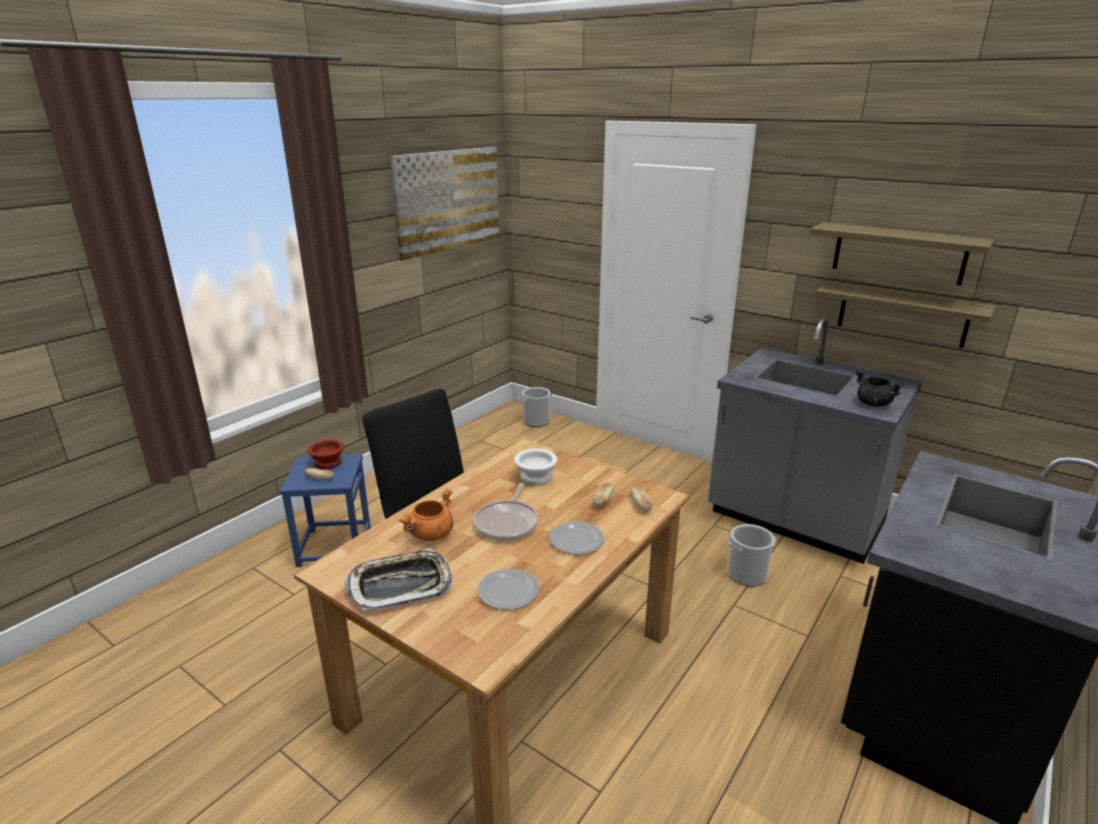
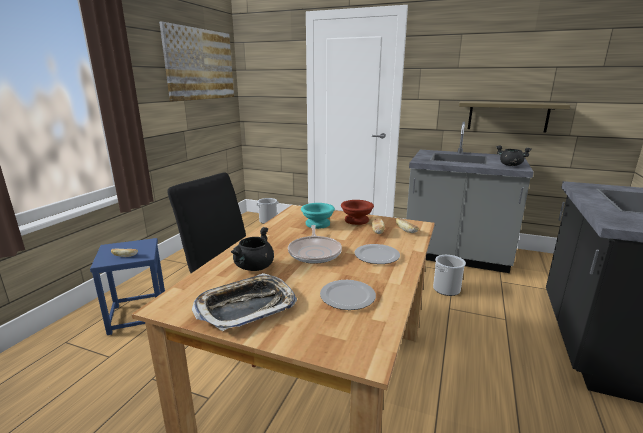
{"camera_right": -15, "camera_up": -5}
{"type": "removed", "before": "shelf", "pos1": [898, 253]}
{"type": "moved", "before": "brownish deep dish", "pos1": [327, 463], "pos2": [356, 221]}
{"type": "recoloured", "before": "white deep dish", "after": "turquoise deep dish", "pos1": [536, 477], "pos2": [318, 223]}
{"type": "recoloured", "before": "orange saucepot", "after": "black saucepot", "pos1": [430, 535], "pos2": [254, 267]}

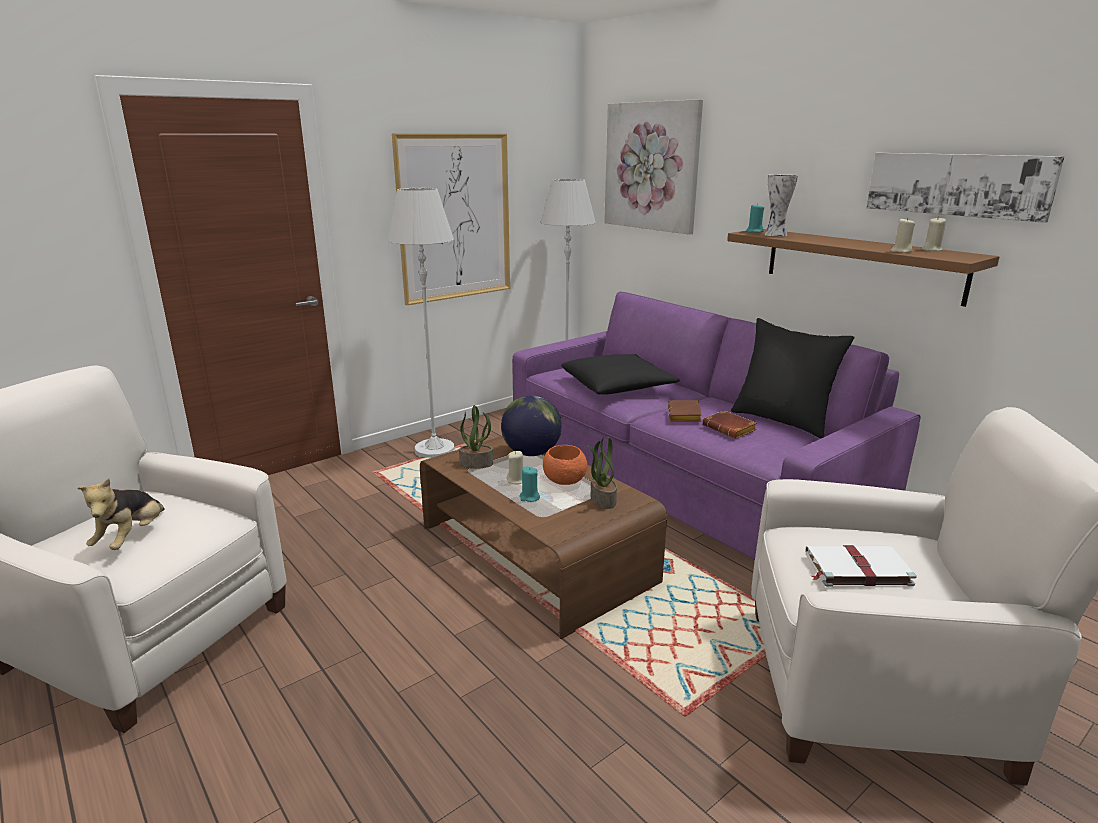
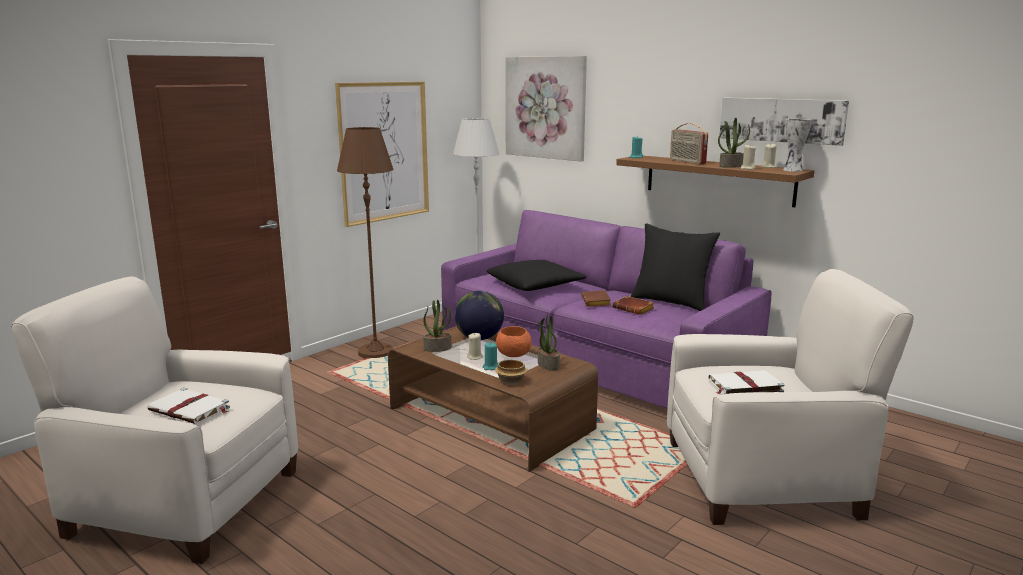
{"camera_right": -10, "camera_up": -5}
{"type": "moved", "before": "flower vase", "pos1": [776, 235], "pos2": [793, 170]}
{"type": "recoloured", "before": "white standing lamp", "after": "brownish standing lamp", "pos1": [434, 450], "pos2": [375, 352]}
{"type": "replaced", "before": "plush toy", "after": "white volume", "pos1": [132, 538], "pos2": [190, 409]}
{"type": "added", "after": "potted plant", "pos2": [730, 166]}
{"type": "added", "after": "radio set", "pos2": [686, 162]}
{"type": "added", "after": "deep dish", "pos2": [510, 381]}

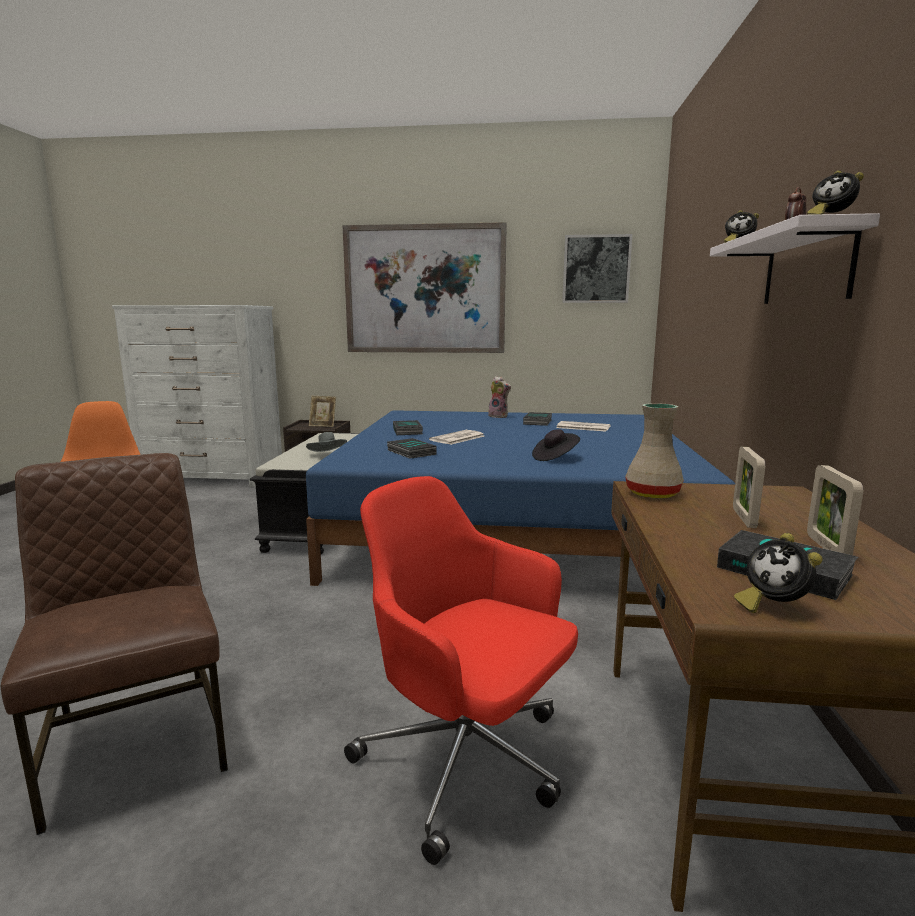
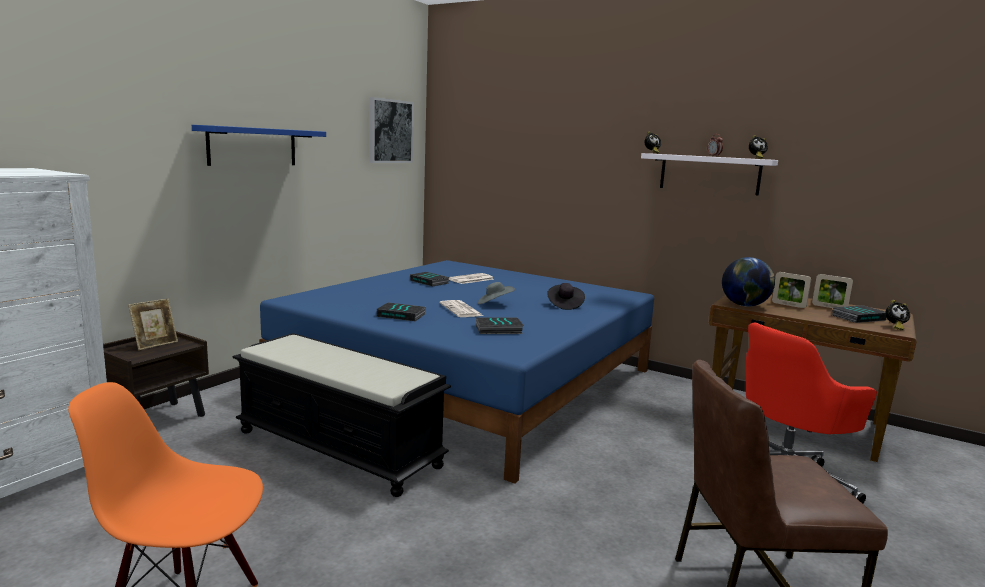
{"camera_right": -65, "camera_up": 0}
{"type": "replaced", "before": "wall art", "after": "blue shelf", "pos1": [425, 290], "pos2": [252, 146]}
{"type": "removed", "before": "plush toy", "pos1": [499, 416]}
{"type": "replaced", "before": "beige flower vase", "after": "globe", "pos1": [654, 494], "pos2": [745, 305]}
{"type": "moved", "before": "grey hat", "pos1": [328, 455], "pos2": [494, 304]}

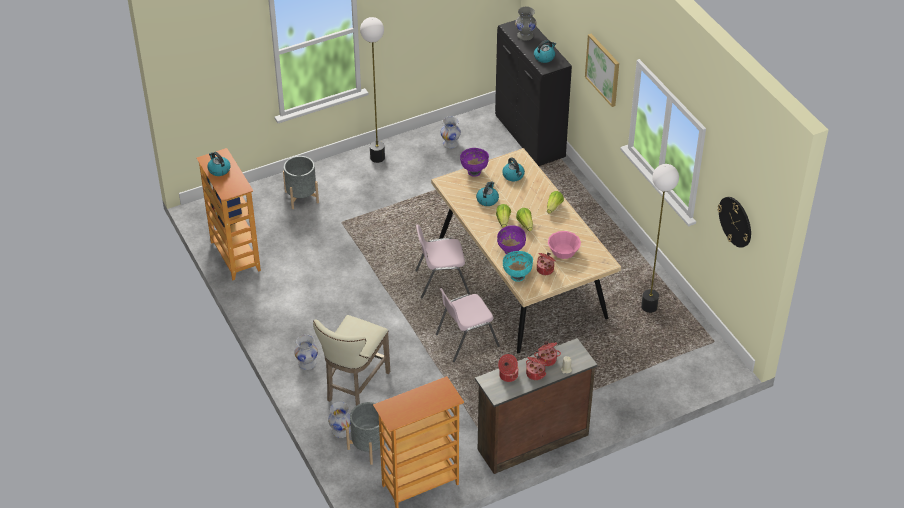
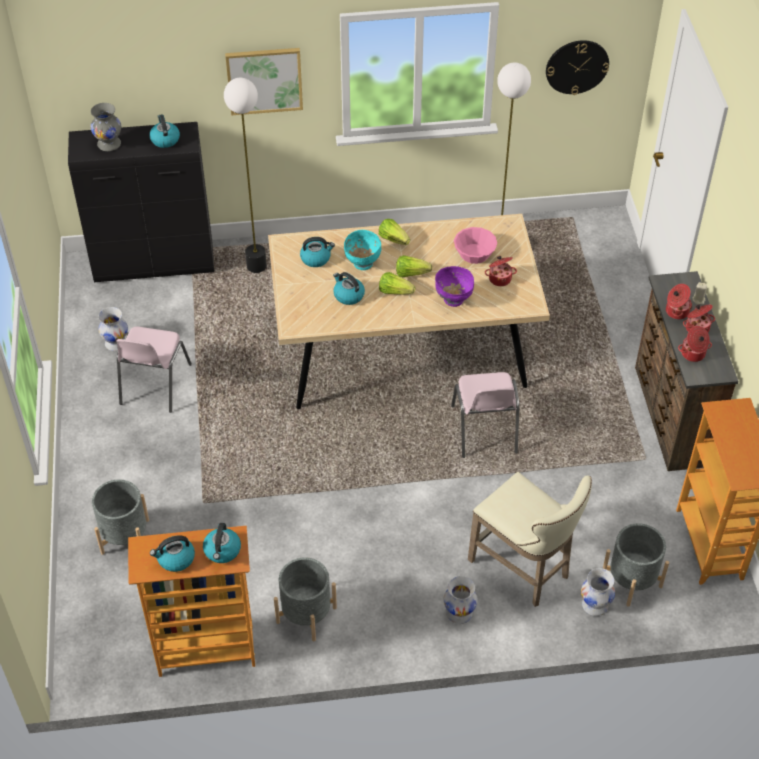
{"camera_right": -70, "camera_up": 5}
{"type": "moved", "before": "standing lamp", "pos1": [377, 158], "pos2": [257, 266]}
{"type": "removed", "before": "purplish deep dish", "pos1": [474, 171]}
{"type": "moved", "before": "pinkish plain chair", "pos1": [441, 281], "pos2": [154, 385]}
{"type": "moved", "before": "turquoise deep dish", "pos1": [517, 276], "pos2": [362, 263]}
{"type": "added", "after": "water kettle", "pos2": [222, 551]}
{"type": "added", "after": "grey plant pot", "pos2": [306, 615]}

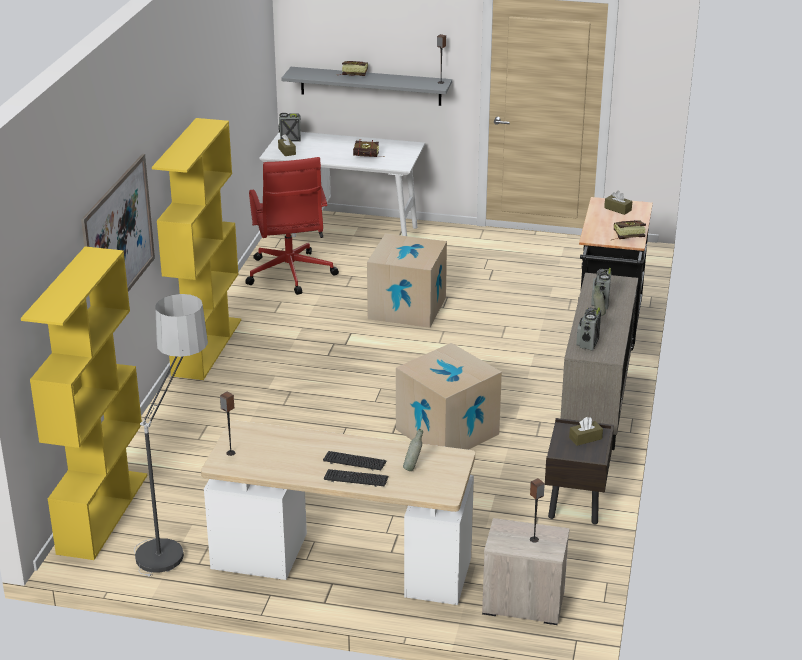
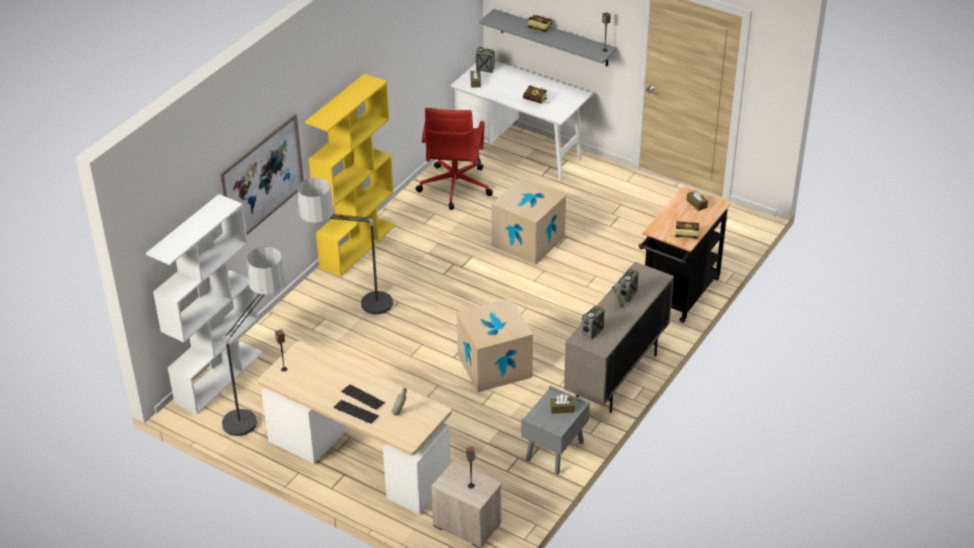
{"camera_right": 20, "camera_up": 10}
{"type": "recoloured", "before": "yellow-coloured bookshelf", "after": "white bookshelf", "pos1": [102, 513], "pos2": [219, 377]}
{"type": "recoloured", "before": "brownish bedside table", "after": "grey bedside table", "pos1": [576, 502], "pos2": [554, 452]}
{"type": "added", "after": "standing lamp", "pos2": [353, 313]}

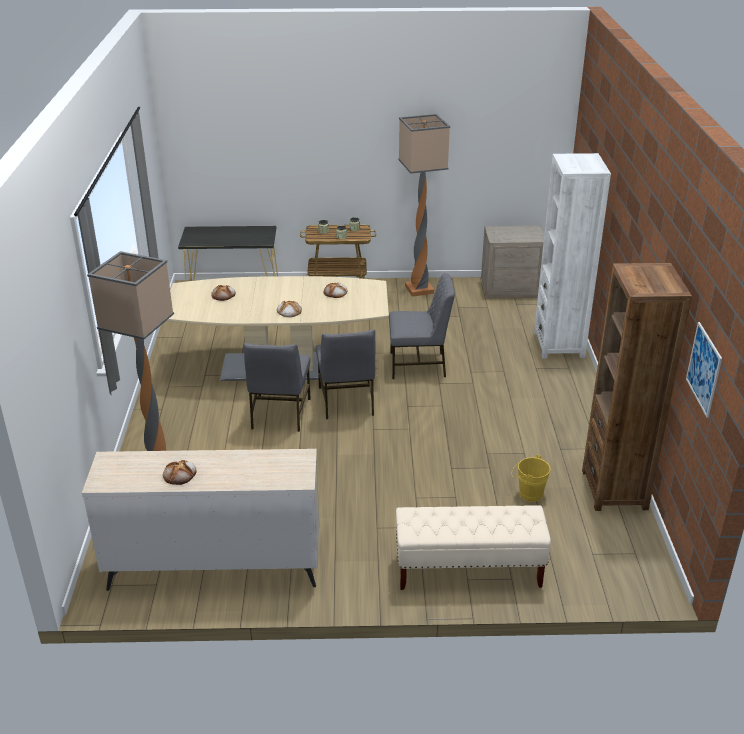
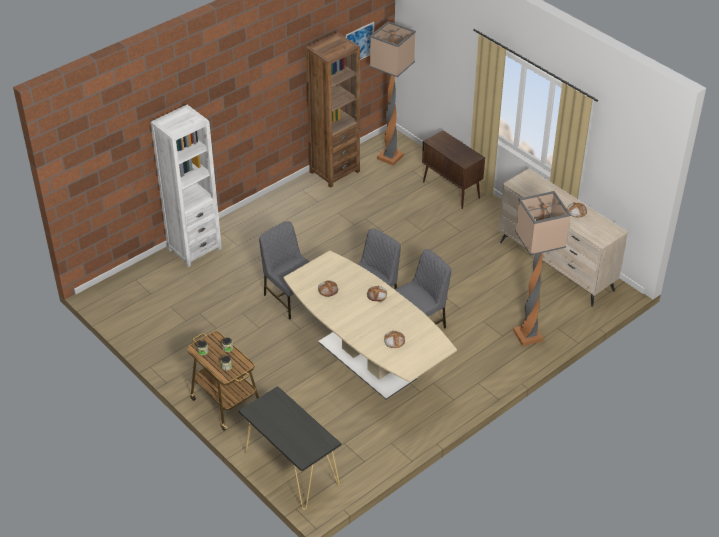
{"camera_right": -130, "camera_up": 10}
{"type": "moved", "before": "standing lamp", "pos1": [418, 289], "pos2": [390, 158]}
{"type": "removed", "before": "beige bedside table", "pos1": [510, 289]}
{"type": "removed", "before": "yellow-coloured bucket", "pos1": [528, 493]}
{"type": "replaced", "before": "beige bench", "after": "brownish cupboard", "pos1": [468, 570], "pos2": [451, 190]}

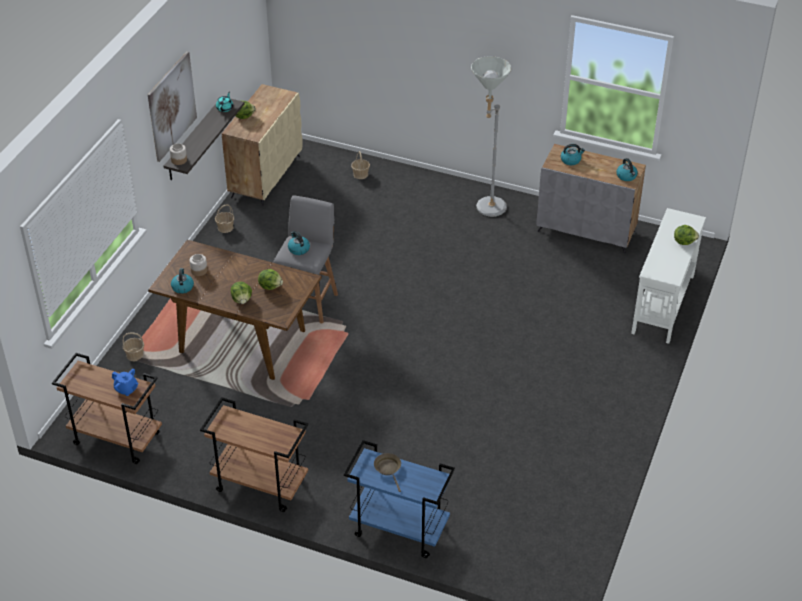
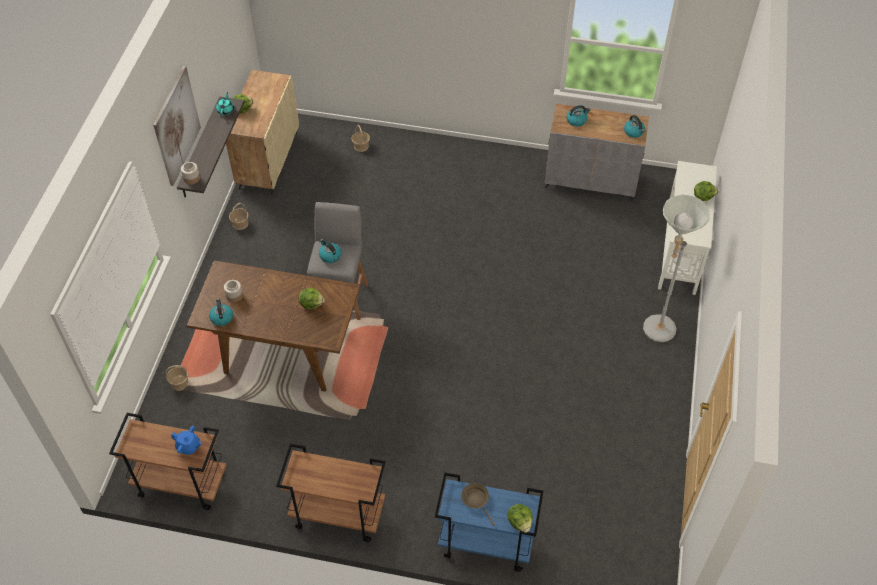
{"camera_right": -10, "camera_up": 10}
{"type": "moved", "before": "grey standing lamp", "pos1": [485, 209], "pos2": [654, 333]}
{"type": "moved", "before": "head of lettuce", "pos1": [242, 300], "pos2": [520, 522]}

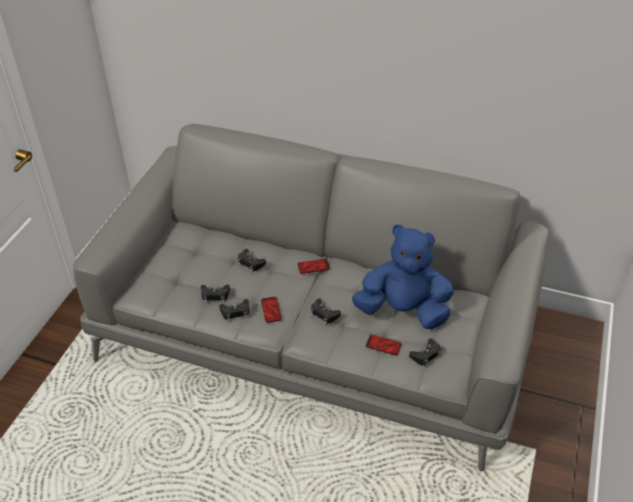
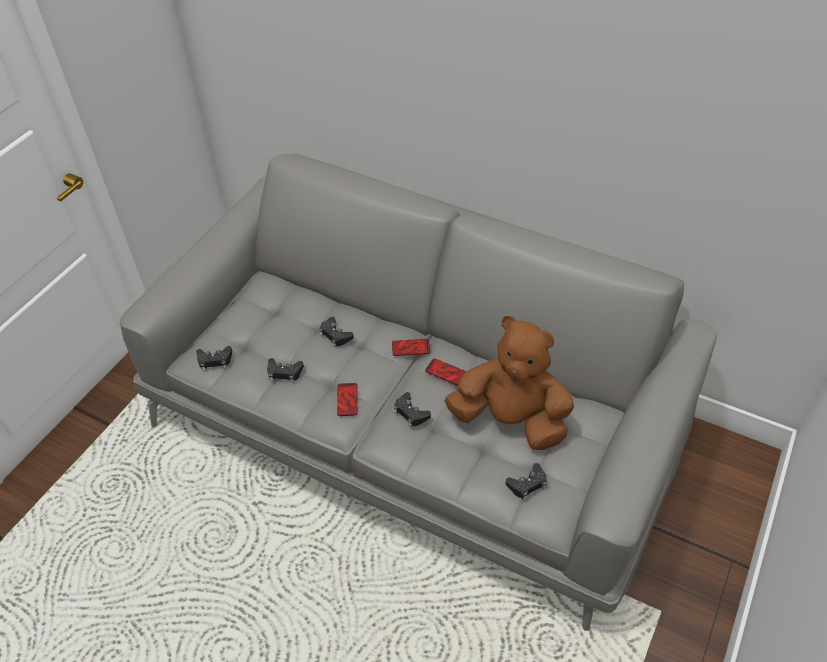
{"camera_right": 10, "camera_up": 5}
{"type": "recoloured", "before": "blue plush toy", "after": "brownish plush toy", "pos1": [403, 311], "pos2": [510, 420]}
{"type": "moved", "before": "black game controller", "pos1": [235, 312], "pos2": [215, 360]}
{"type": "moved", "before": "phone", "pos1": [383, 345], "pos2": [445, 372]}

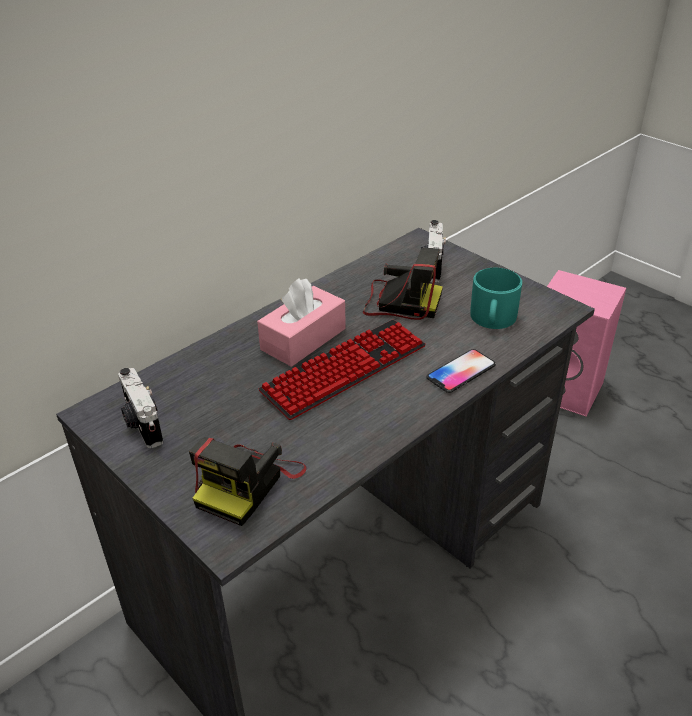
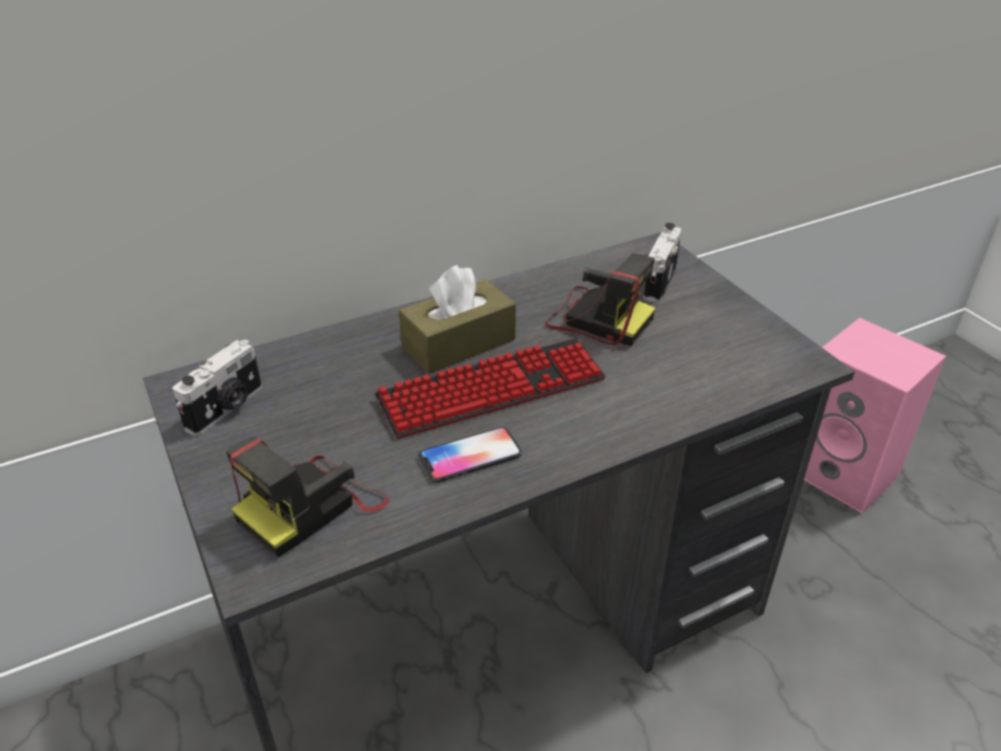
{"camera_right": 15, "camera_up": 0}
{"type": "removed", "before": "turquoise mug", "pos1": [492, 319]}
{"type": "recoloured", "before": "pinkish tissue box", "after": "brownish tissue box", "pos1": [303, 339], "pos2": [459, 343]}
{"type": "moved", "before": "phone", "pos1": [461, 372], "pos2": [470, 456]}
{"type": "turned", "before": "photo camera", "pos1": [142, 424], "pos2": [227, 408], "turn": -135}

